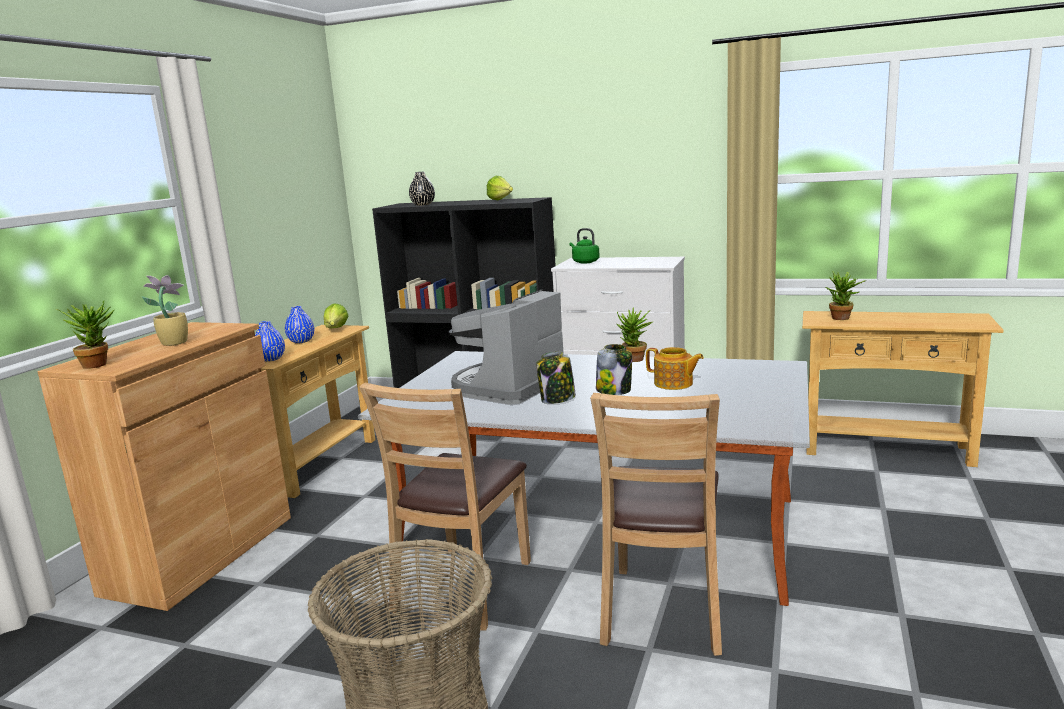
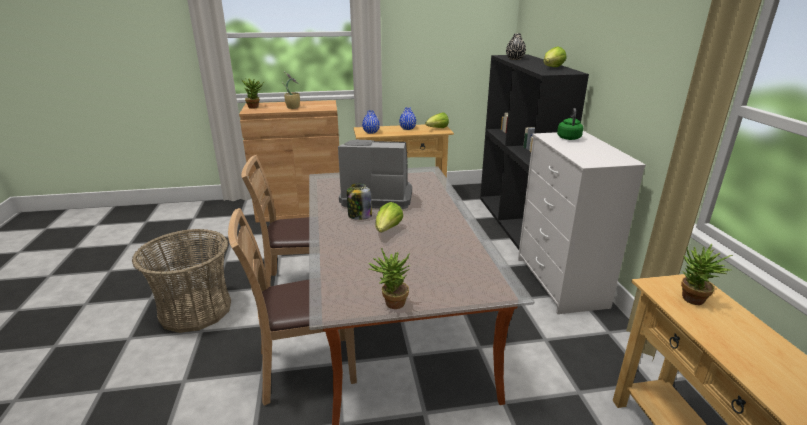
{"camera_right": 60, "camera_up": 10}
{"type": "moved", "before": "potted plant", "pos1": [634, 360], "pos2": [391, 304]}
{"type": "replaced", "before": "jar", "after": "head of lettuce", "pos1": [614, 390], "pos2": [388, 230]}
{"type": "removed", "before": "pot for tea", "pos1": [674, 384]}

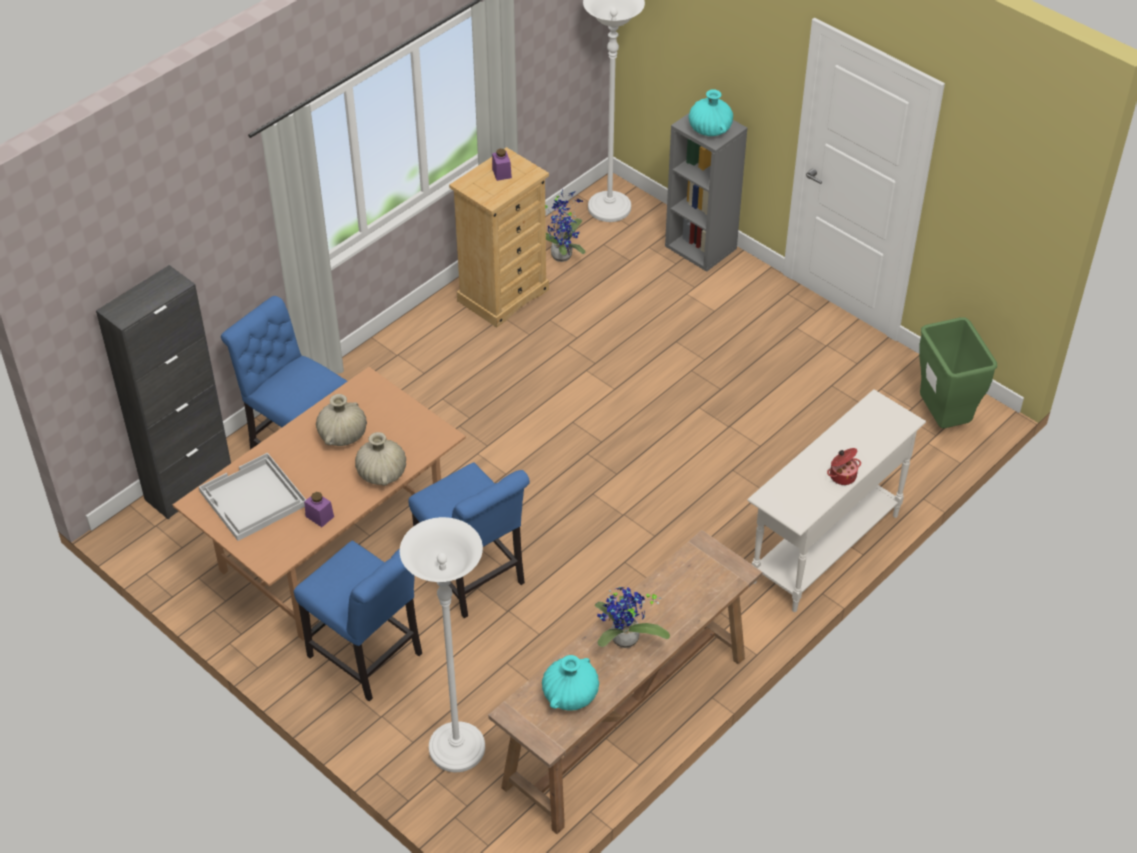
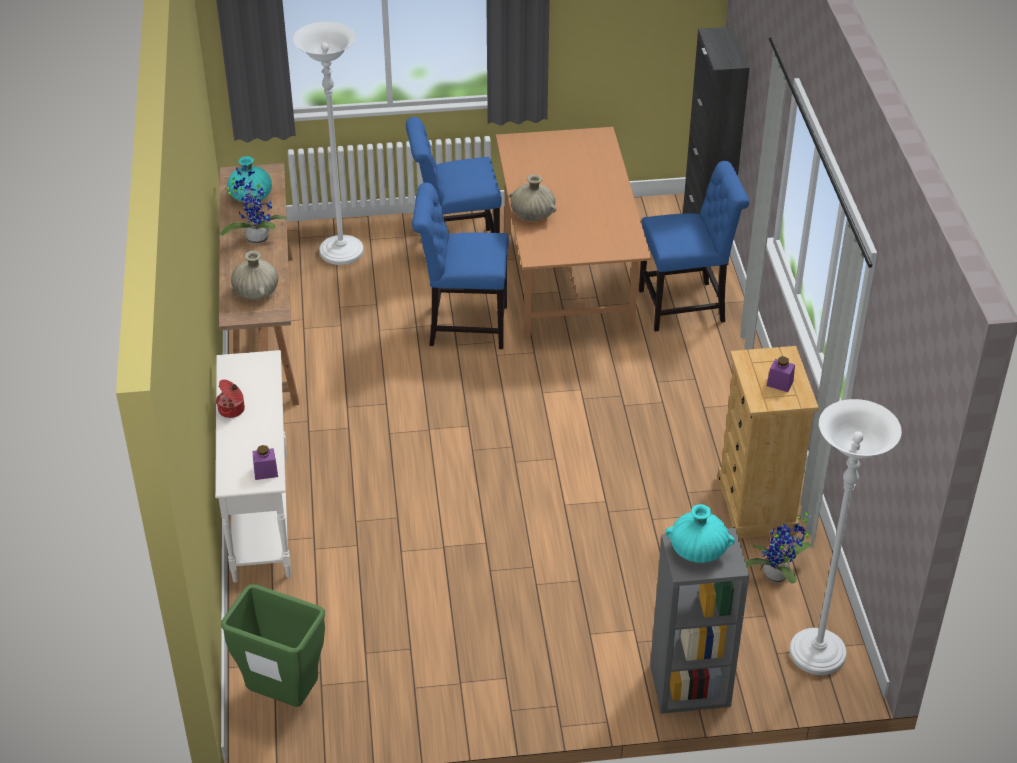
{"camera_right": 130, "camera_up": -5}
{"type": "moved", "before": "beige flower vase", "pos1": [342, 435], "pos2": [256, 292]}
{"type": "removed", "before": "white tray", "pos1": [253, 499]}
{"type": "moved", "before": "purplish jar", "pos1": [319, 516], "pos2": [265, 472]}

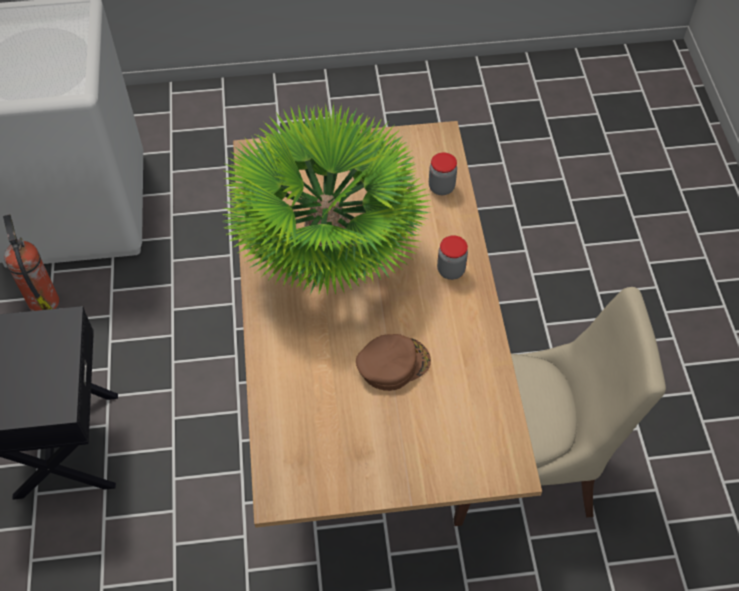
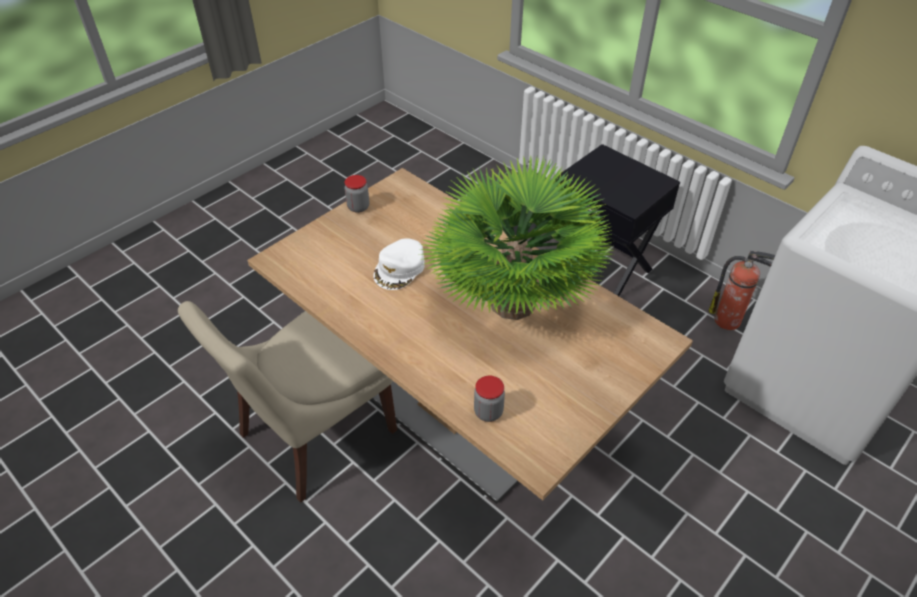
{"camera_right": 140, "camera_up": -10}
{"type": "moved", "before": "jar", "pos1": [451, 270], "pos2": [358, 207]}
{"type": "recoloured", "before": "brownish baseball cap", "after": "white baseball cap", "pos1": [393, 364], "pos2": [400, 269]}

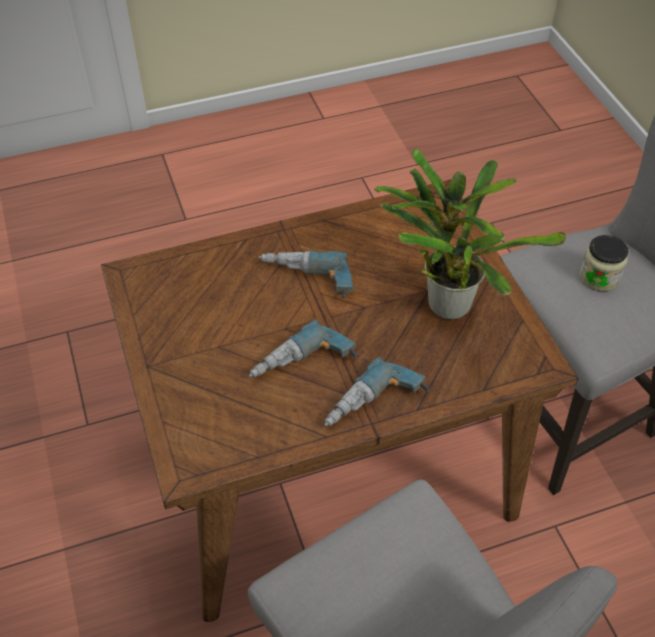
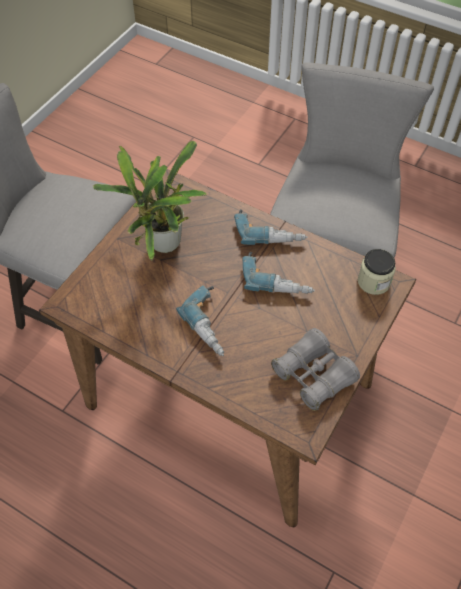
{"camera_right": -130, "camera_up": 5}
{"type": "moved", "before": "jar", "pos1": [599, 277], "pos2": [373, 282]}
{"type": "added", "after": "grey binoculars", "pos2": [313, 375]}

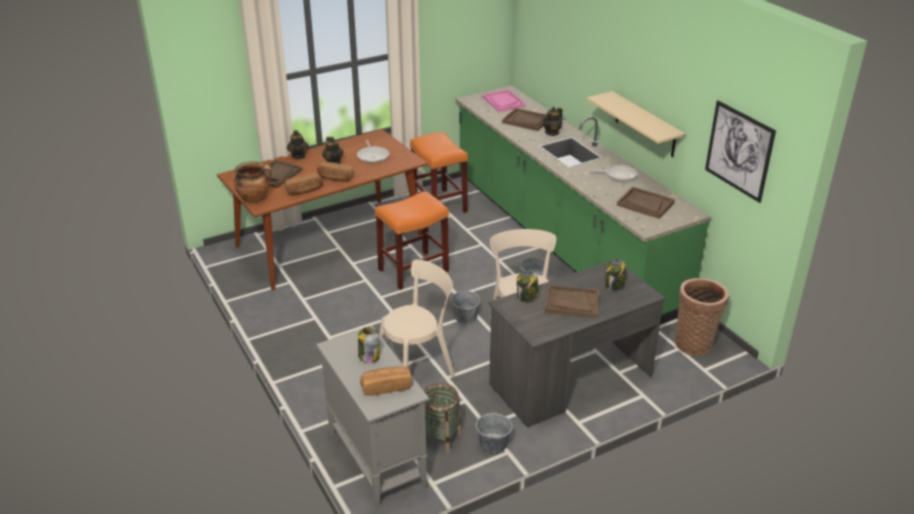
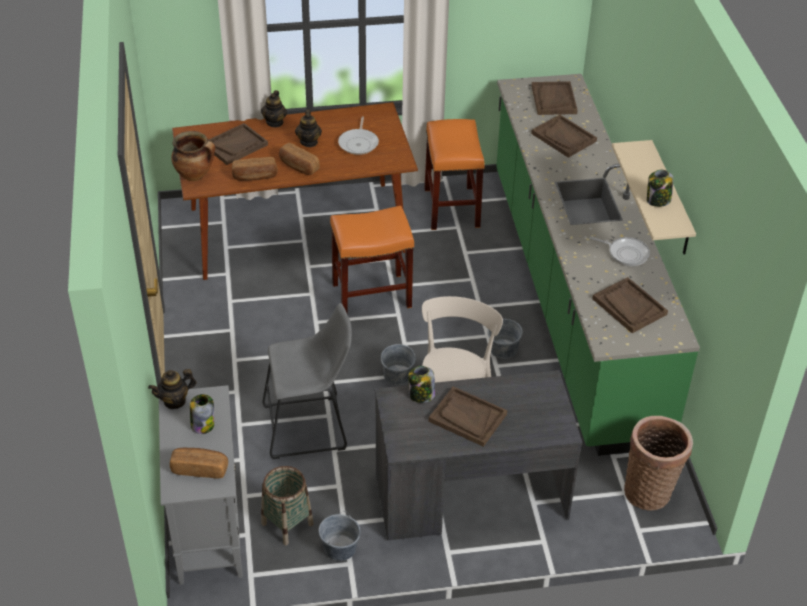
{"camera_right": 20, "camera_up": 10}
{"type": "recoloured", "before": "pinkish tray", "after": "brownish tray", "pos1": [503, 102], "pos2": [553, 99]}
{"type": "removed", "before": "wall art", "pos1": [739, 151]}
{"type": "moved", "before": "pot for tea", "pos1": [552, 132], "pos2": [175, 401]}
{"type": "replaced", "before": "beige plain chair", "after": "grey stool", "pos1": [418, 367], "pos2": [310, 427]}
{"type": "moved", "before": "jar", "pos1": [614, 285], "pos2": [658, 200]}

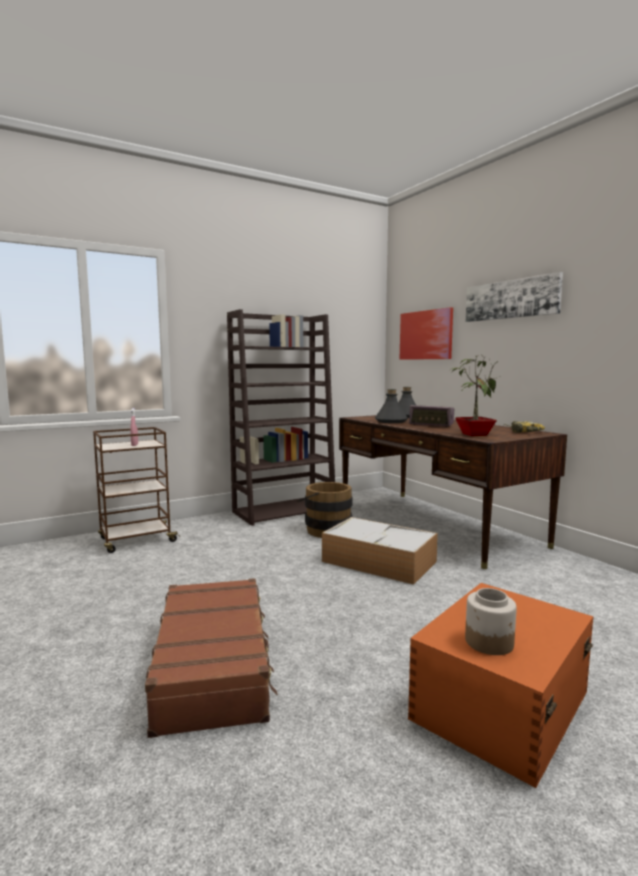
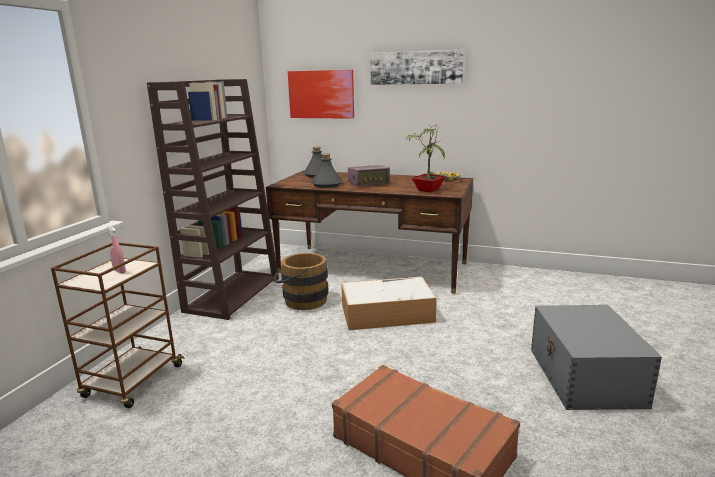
{"camera_right": -40, "camera_up": 10}
{"type": "recoloured", "before": "orange storage box", "after": "grey storage box", "pos1": [499, 705], "pos2": [585, 377]}
{"type": "removed", "before": "jar", "pos1": [489, 642]}

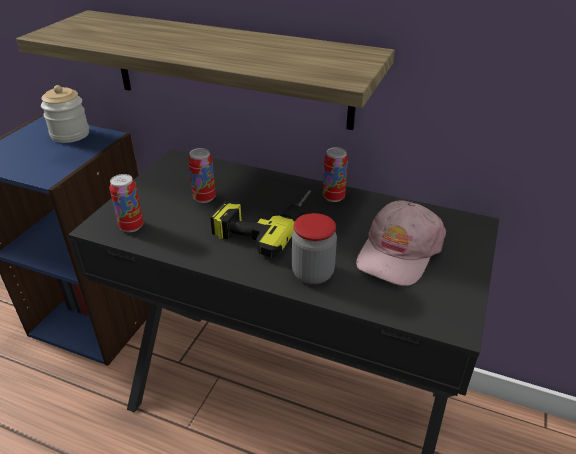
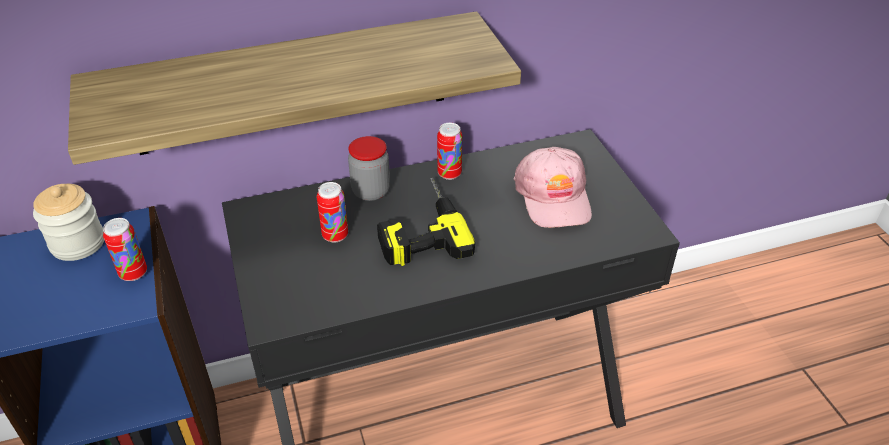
{"camera_right": -40, "camera_up": 5}
{"type": "moved", "before": "can", "pos1": [131, 226], "pos2": [133, 273]}
{"type": "moved", "before": "jar", "pos1": [313, 273], "pos2": [371, 191]}

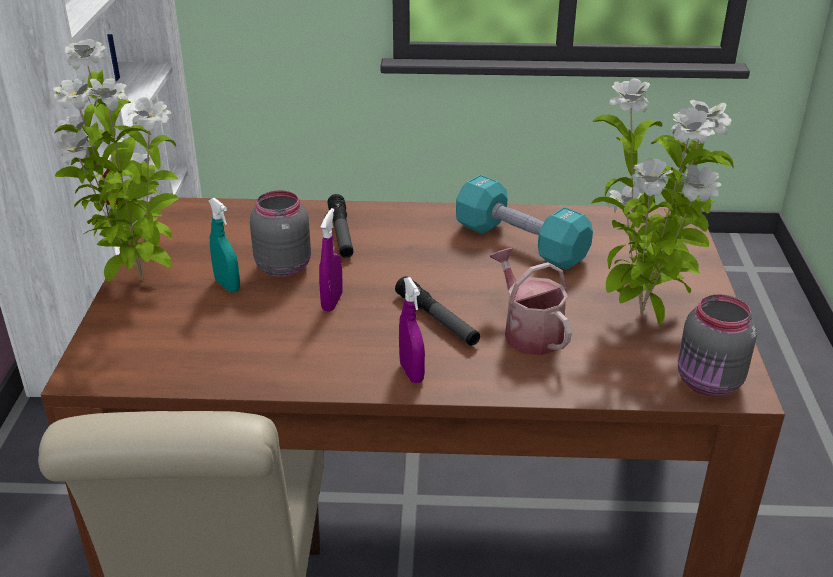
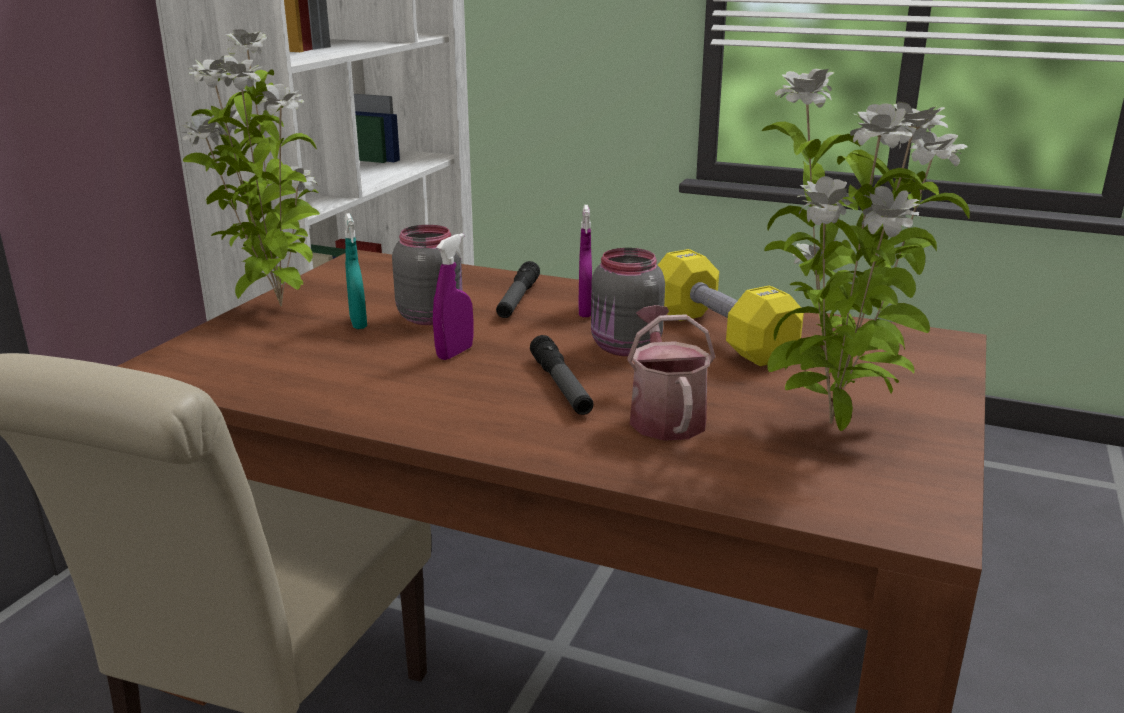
{"camera_right": 20, "camera_up": -10}
{"type": "recoloured", "before": "turquoise dumbbell", "after": "yellow-coloured dumbbell", "pos1": [520, 243], "pos2": [720, 335]}
{"type": "moved", "before": "purplish spray bottle", "pos1": [411, 372], "pos2": [585, 312]}
{"type": "moved", "before": "grey jar", "pos1": [709, 383], "pos2": [625, 348]}

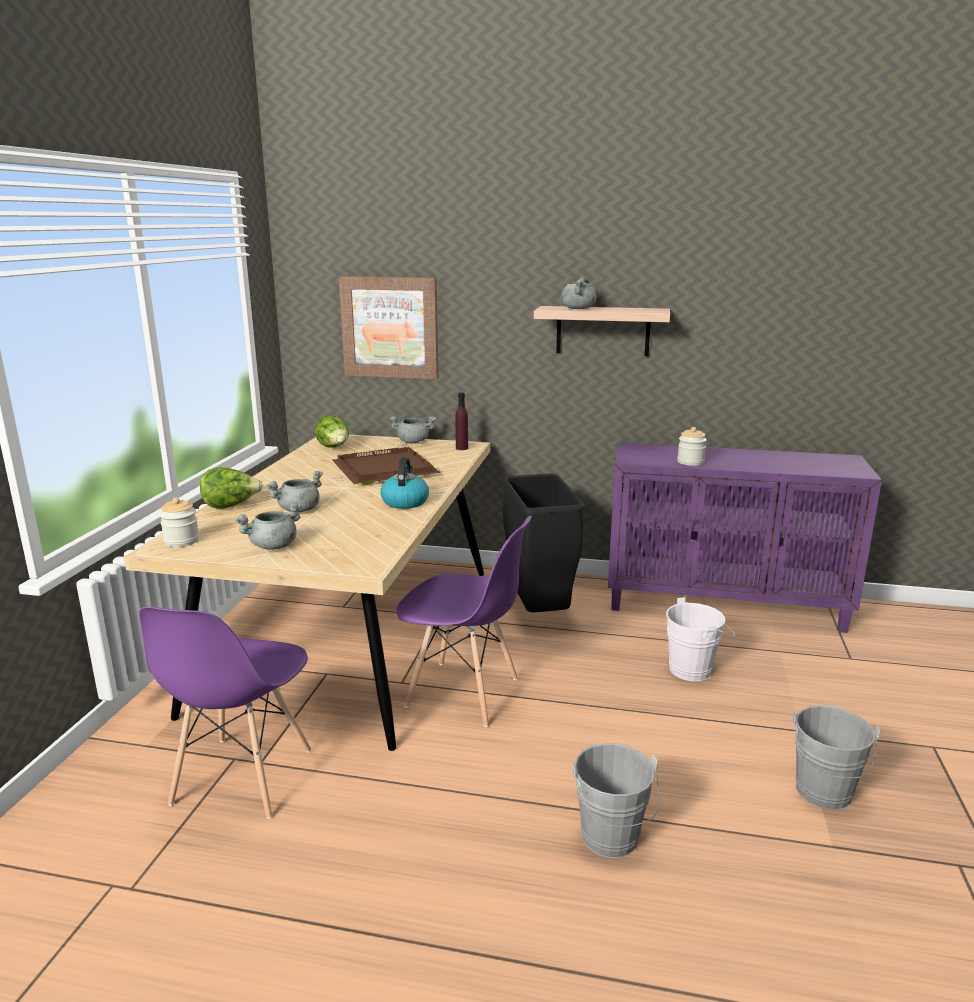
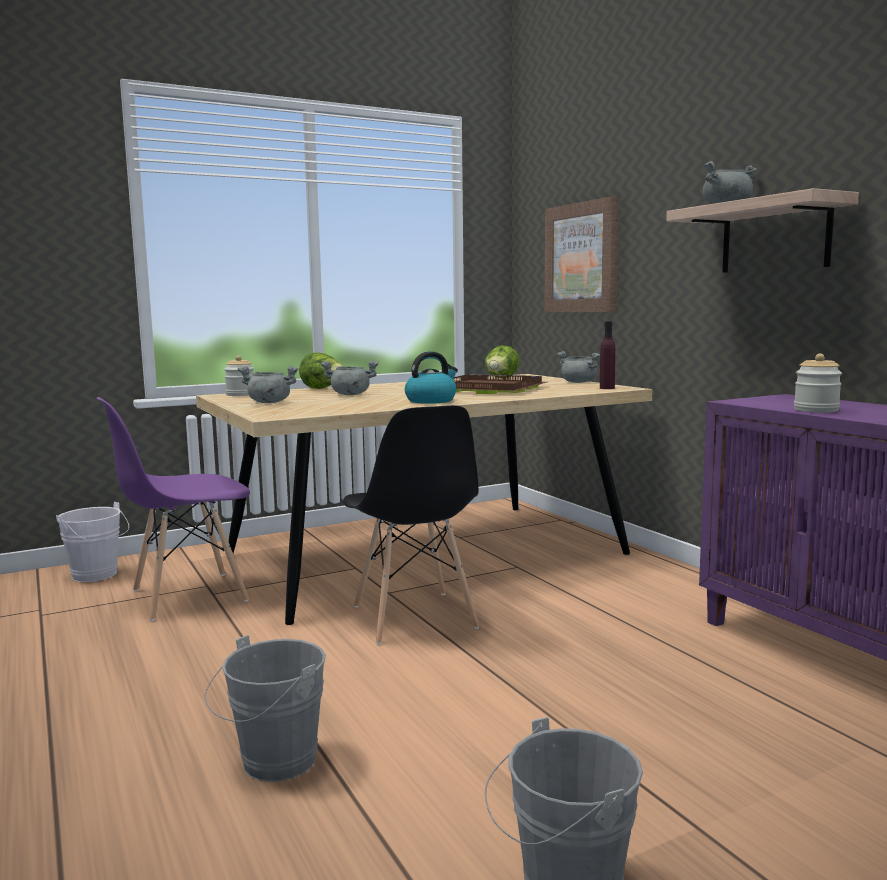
{"camera_right": 50, "camera_up": -10}
{"type": "removed", "before": "black trash can", "pos1": [539, 612]}
{"type": "recoloured", "before": "purplish plain chair", "after": "black plain chair", "pos1": [464, 693], "pos2": [414, 618]}
{"type": "moved", "before": "white bucket", "pos1": [694, 669], "pos2": [97, 575]}

